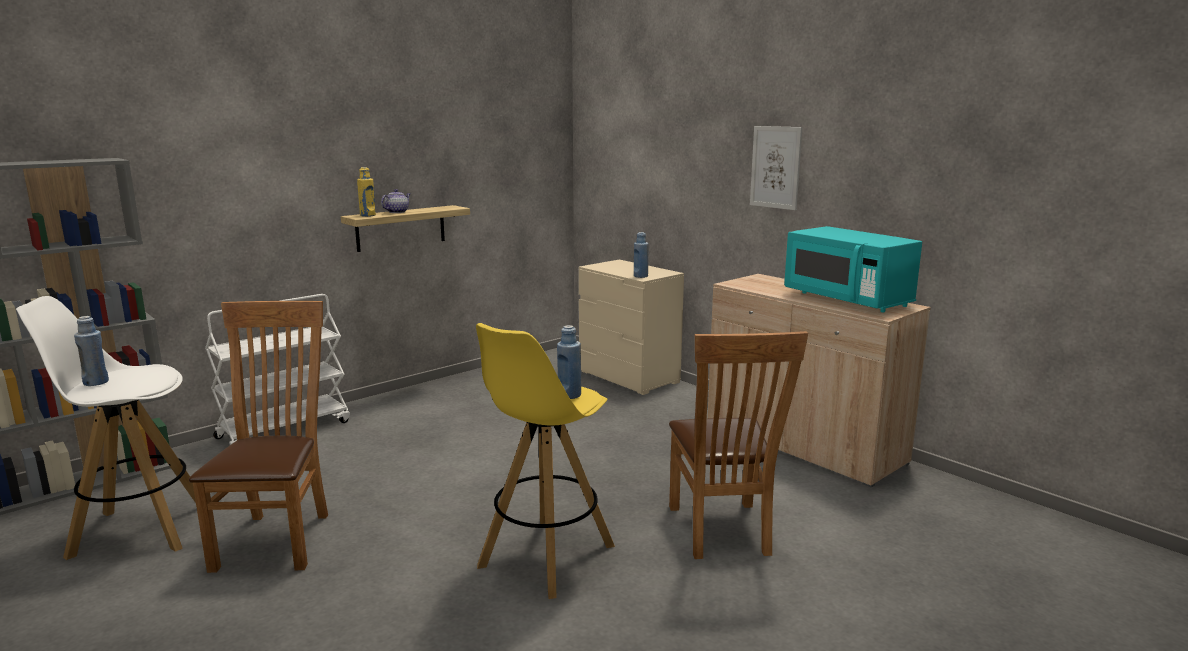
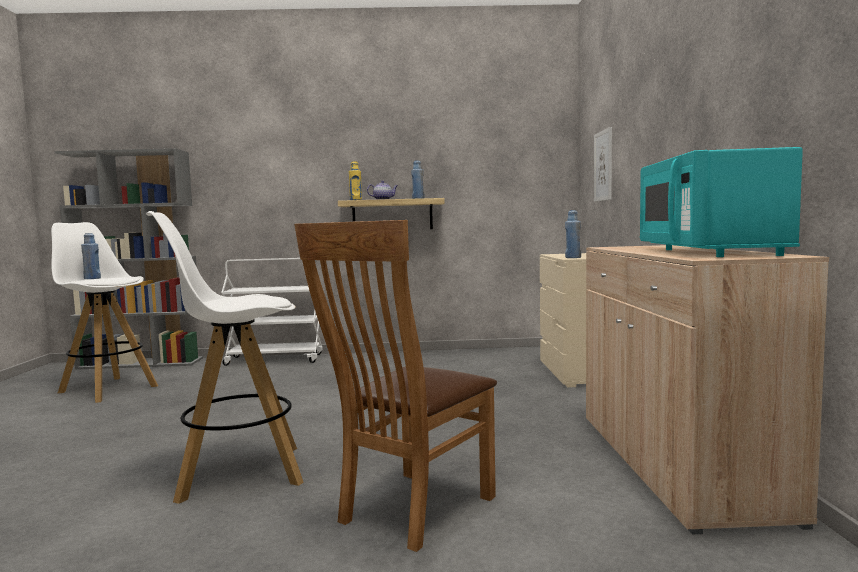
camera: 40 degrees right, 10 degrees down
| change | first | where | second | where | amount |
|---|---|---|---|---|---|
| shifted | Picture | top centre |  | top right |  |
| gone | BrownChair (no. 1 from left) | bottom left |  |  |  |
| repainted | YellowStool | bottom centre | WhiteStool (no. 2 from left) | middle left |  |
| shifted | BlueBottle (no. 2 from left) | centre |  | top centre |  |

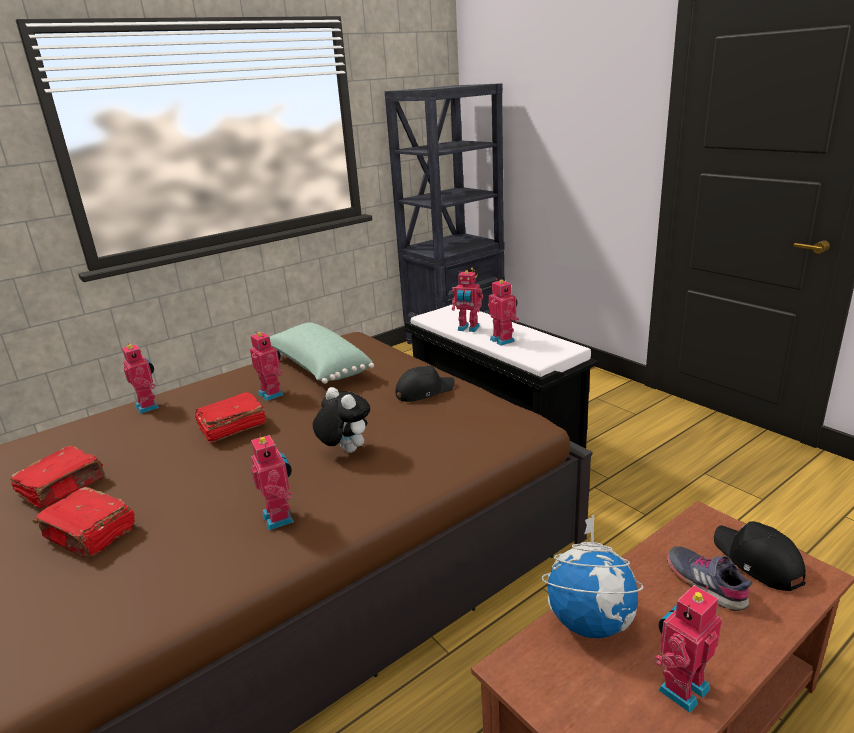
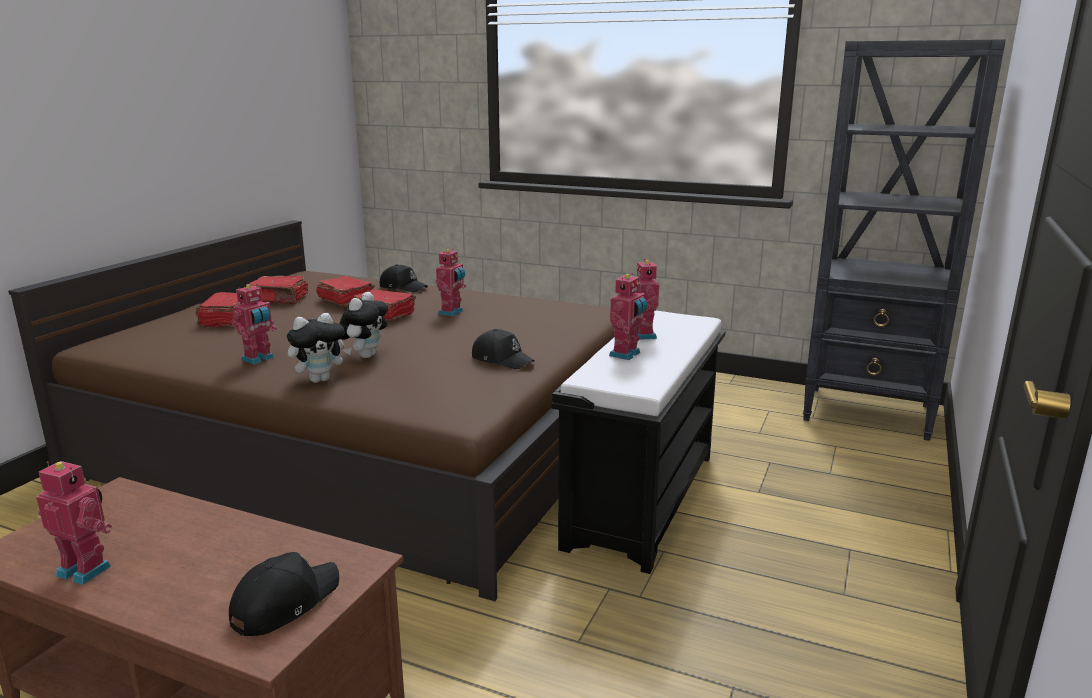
camera: 60 degrees right, 5 degrees down
| change | first | where | second | where | amount |
|---|---|---|---|---|---|
| gone | GreenPillow | centre |  |  |  |
| swapped | ToyRobot (no. 1 from left) | middle left | BlackCap (no. 2 from left) | centre |  |
| gone | Globe | bottom right |  |  |  |
| gone | GreyShoe | bottom right |  |  |  |
| new |  |  | RedBook (no. 3 from left) | middle left |  |
| new |  |  | PlushToy (no. 1 from left) | middle left |  |

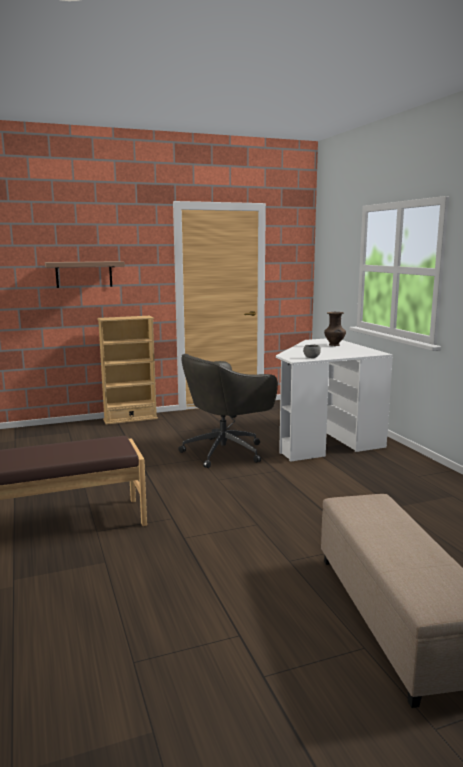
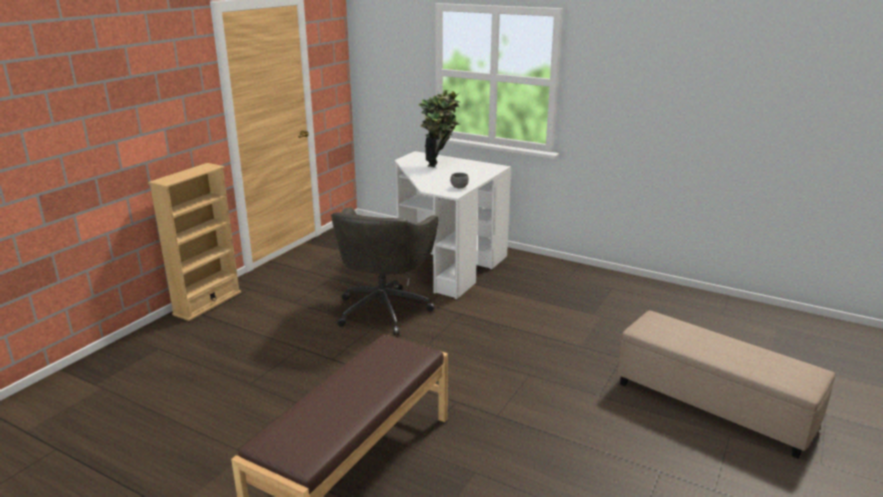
camera: 40 degrees left, 10 degrees up
| change | first | where | second | where | amount |
|---|---|---|---|---|---|
| gone | Shelf | middle left |  |  |  |
| swapped | BrownVase | middle right | PottedPlant | top centre |  |

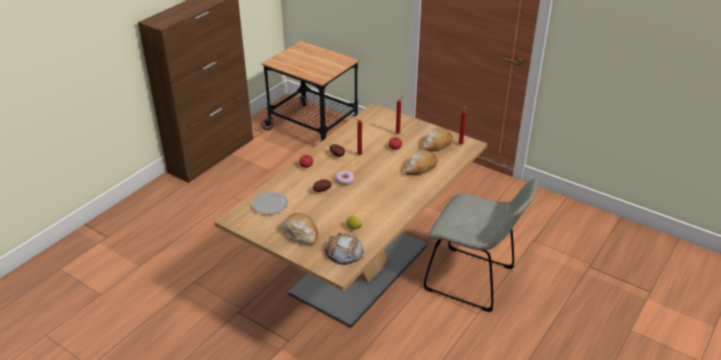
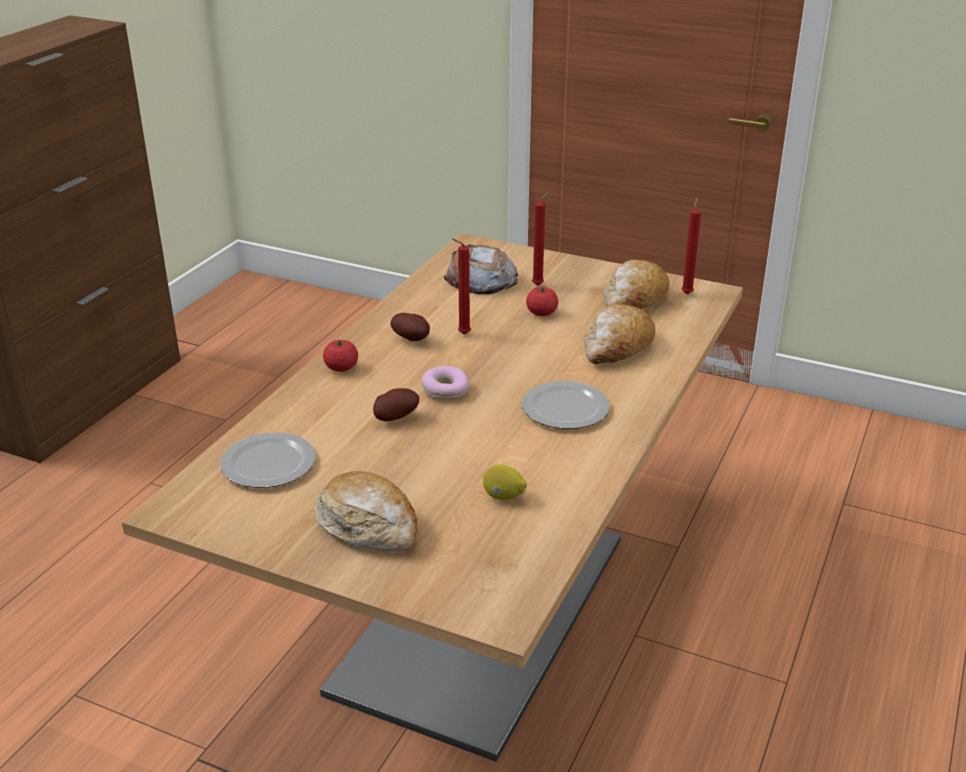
camera: 10 degrees left, 5 degrees down
| change | first | where | second | where | amount |
|---|---|---|---|---|---|
| gone | Cart | top centre |  |  |  |
| gone | GreyChair | bottom centre |  |  |  |
| shifted | Bread (no. 2 from left) | bottom centre |  | centre |  |
| new |  |  | Plate (no. 2 from left) | centre |  |

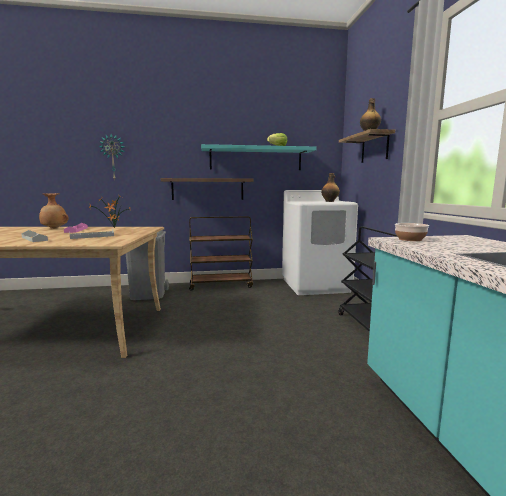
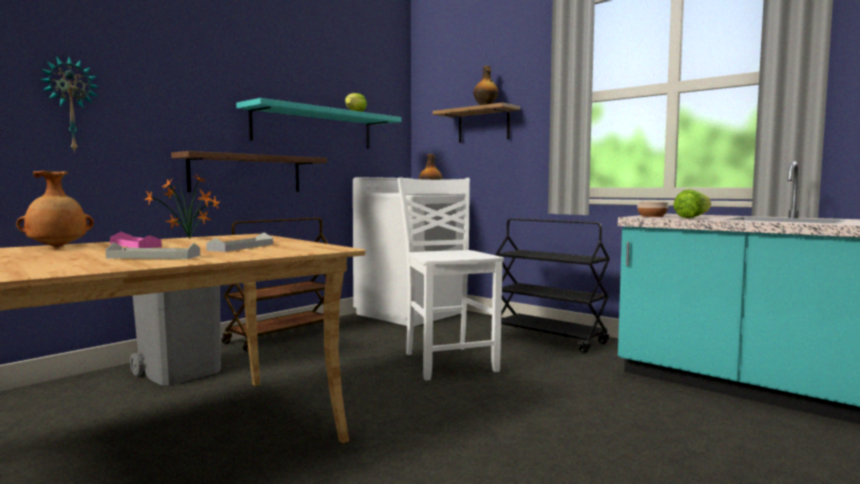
camera: 40 degrees left, 5 degrees down
| change | first | where | second | where | amount |
|---|---|---|---|---|---|
| new |  |  | WhiteChair | centre |  |
| new |  |  | Lettuce (no. 2 from left) | middle right |  |

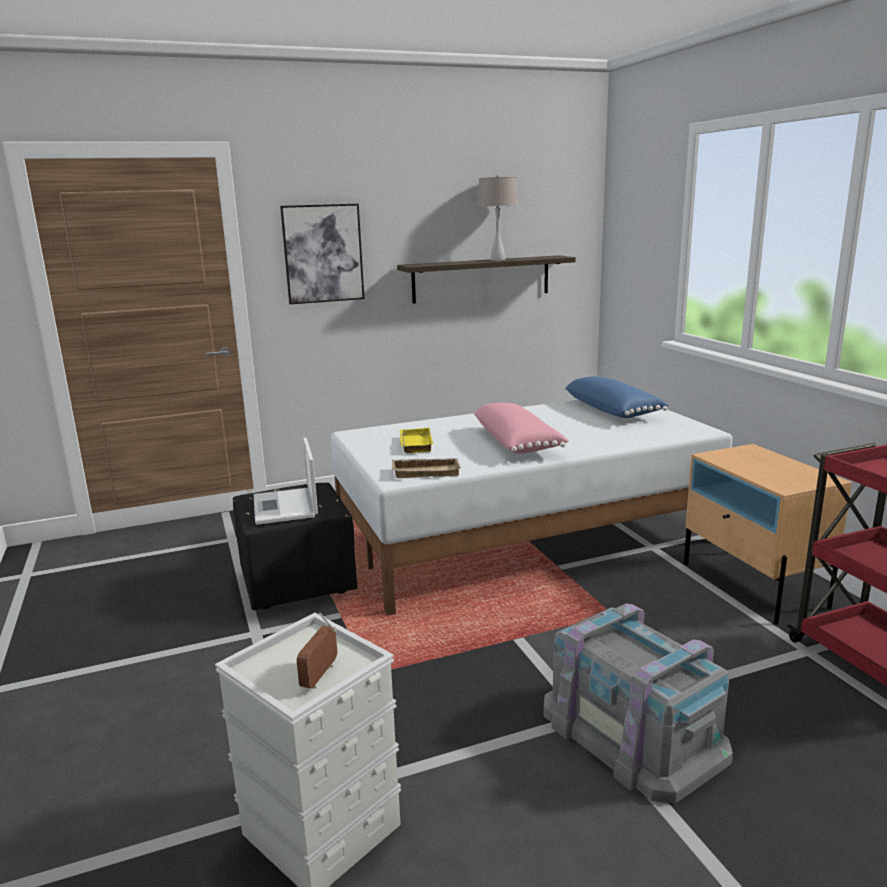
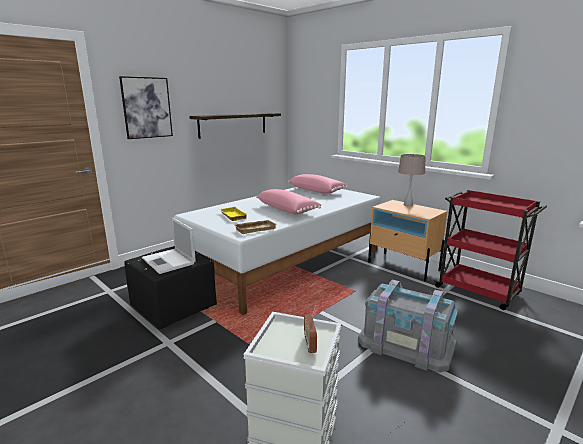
camera: 25 degrees left, 0 degrees up
| change | first | where | second | where | amount |
|---|---|---|---|---|---|
| shifted | BeigeTableLamp | top centre |  | middle right |  |
| repainted | BluePillow | middle right | PinkPillow (no. 2 from left) | centre |  |

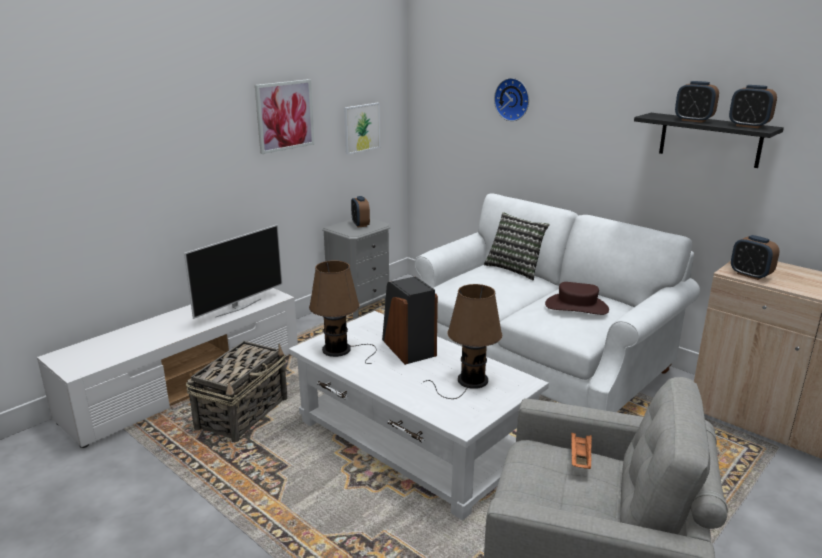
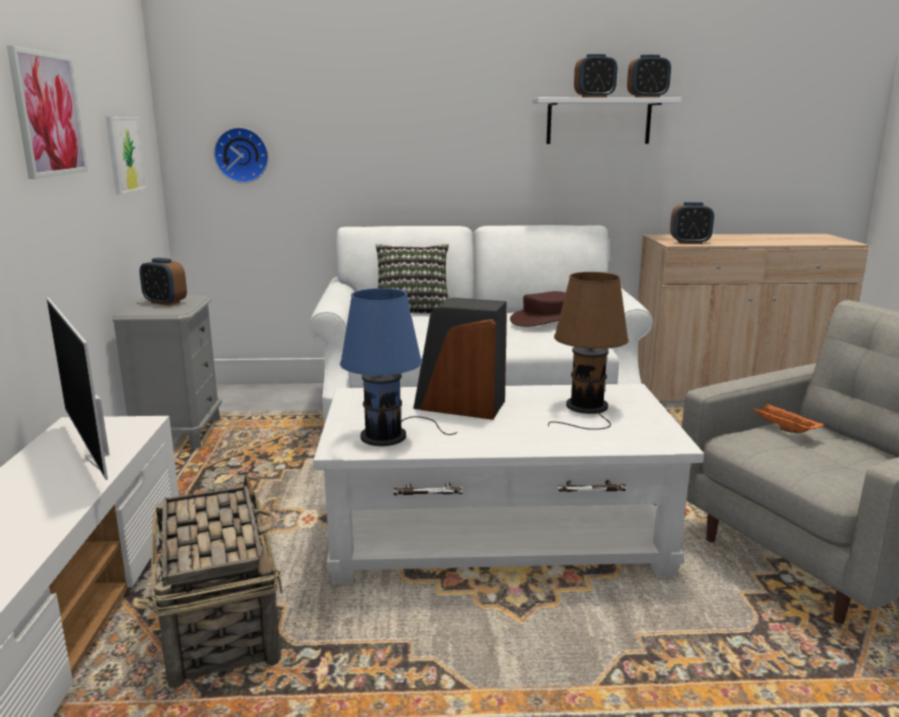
camera: 45 degrees left, 5 degrees down
| change | first | where | second | where | amount |
|---|---|---|---|---|---|
| shifted | WallClock | top centre |  | top left |  |
| repainted | BlackShelf | top right | WhiteShelf | top right |  |
| rotated | Television | middle left |  | middle left | 150 degrees clockwise |
| repainted | BrownTableLamp (no. 1 from left) | centre | BlueTableLamp | centre |  |

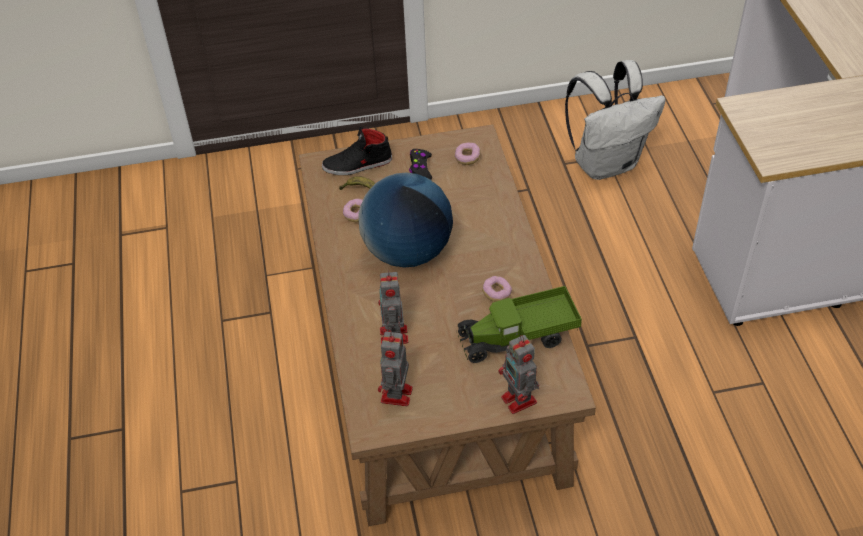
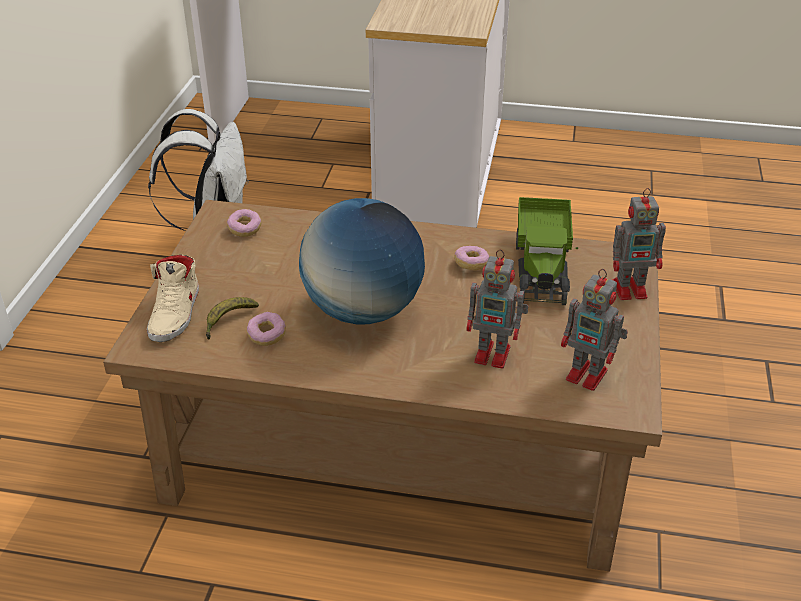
camera: 70 degrees left, 10 degrees down
| change | first | where | second | where | amount |
|---|---|---|---|---|---|
| repainted | BlackShoe | top centre | BeigeShoe | middle left |  |
| gone | BlackGameController | top centre |  |  |  |

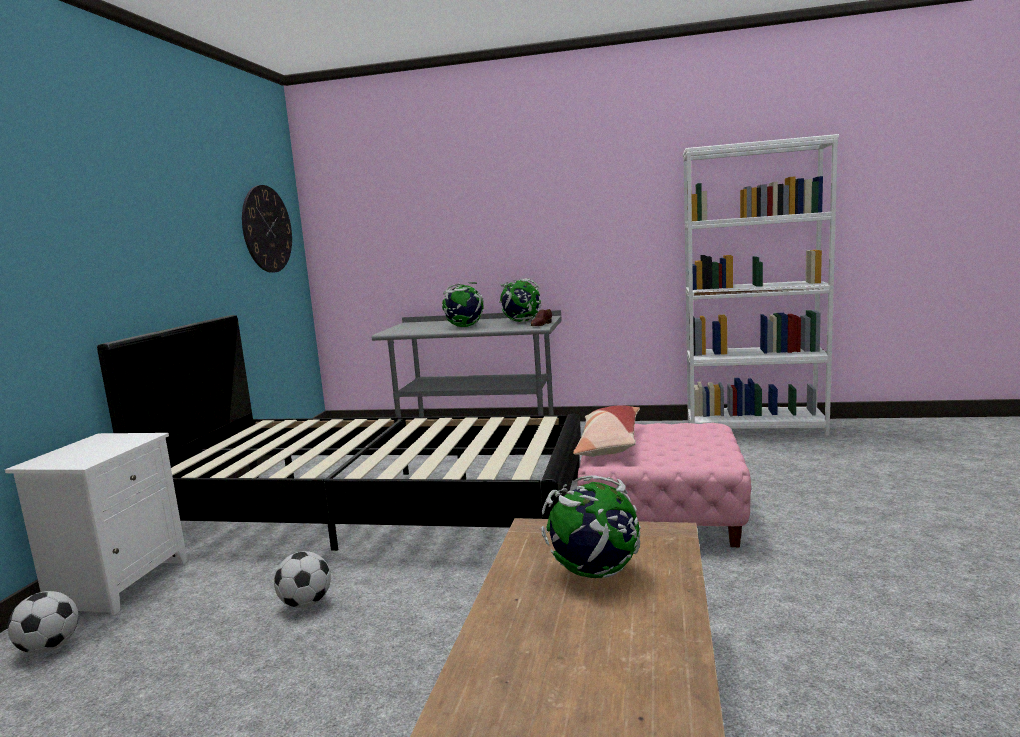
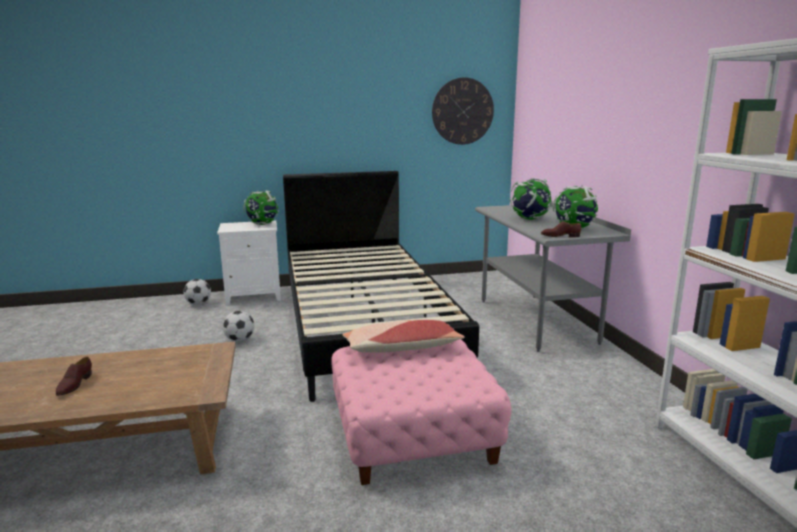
camera: 65 degrees right, 5 degrees up
| change | first | where | second | where | amount |
|---|---|---|---|---|---|
| shifted | Globe (no. 3 from left in the first image) | bottom centre | Globe (no. 1 from left) | middle left |  |
| new |  |  | BrownShoe (no. 1 from left) | bottom left |  |

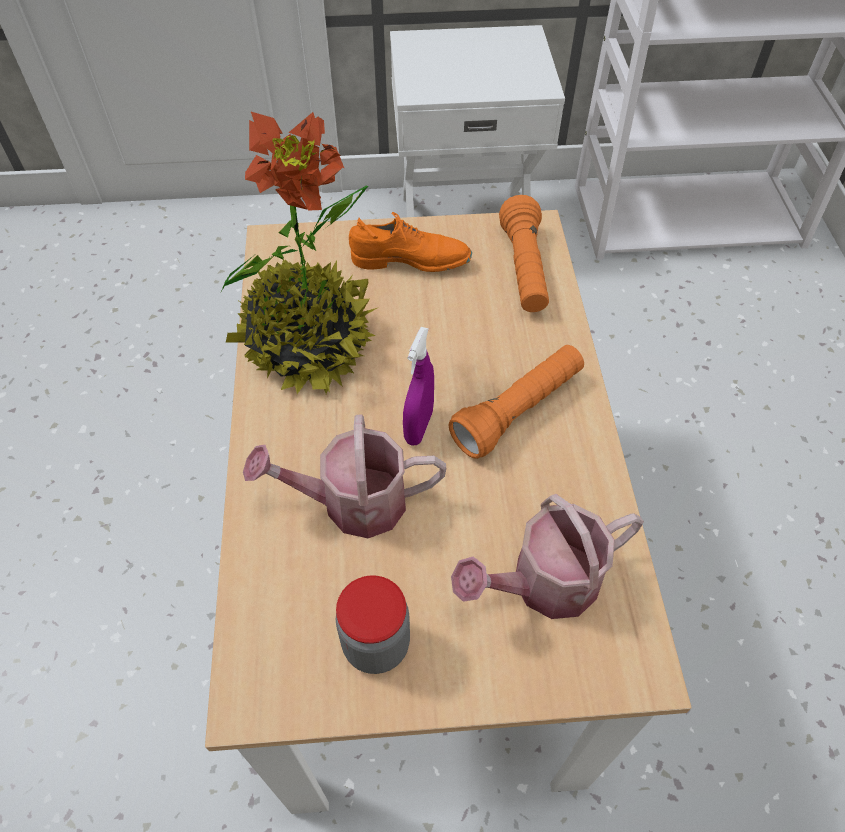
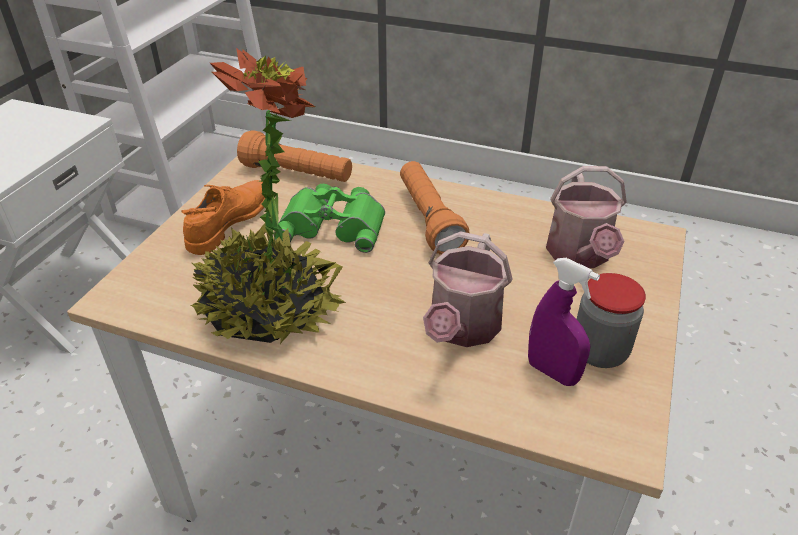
camera: 65 degrees left, 15 degrees down
| change | first | where | second | where | amount |
|---|---|---|---|---|---|
| shifted | PurpleSprayBottle | centre |  | middle right |  |
| new |  |  | GreenBinoculars | centre |  |

